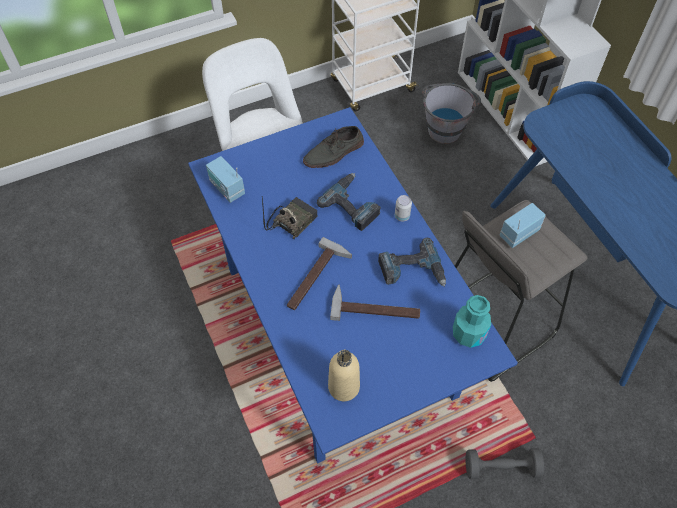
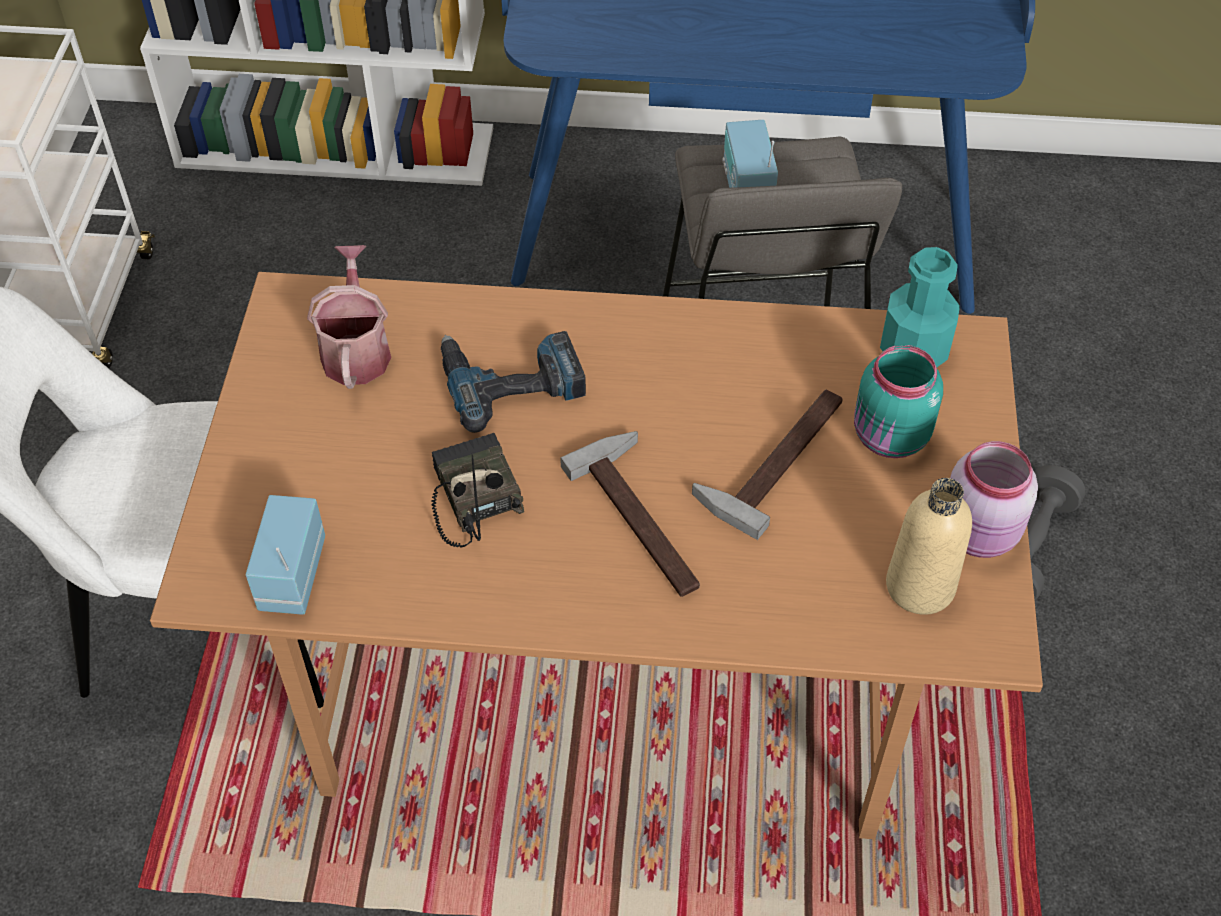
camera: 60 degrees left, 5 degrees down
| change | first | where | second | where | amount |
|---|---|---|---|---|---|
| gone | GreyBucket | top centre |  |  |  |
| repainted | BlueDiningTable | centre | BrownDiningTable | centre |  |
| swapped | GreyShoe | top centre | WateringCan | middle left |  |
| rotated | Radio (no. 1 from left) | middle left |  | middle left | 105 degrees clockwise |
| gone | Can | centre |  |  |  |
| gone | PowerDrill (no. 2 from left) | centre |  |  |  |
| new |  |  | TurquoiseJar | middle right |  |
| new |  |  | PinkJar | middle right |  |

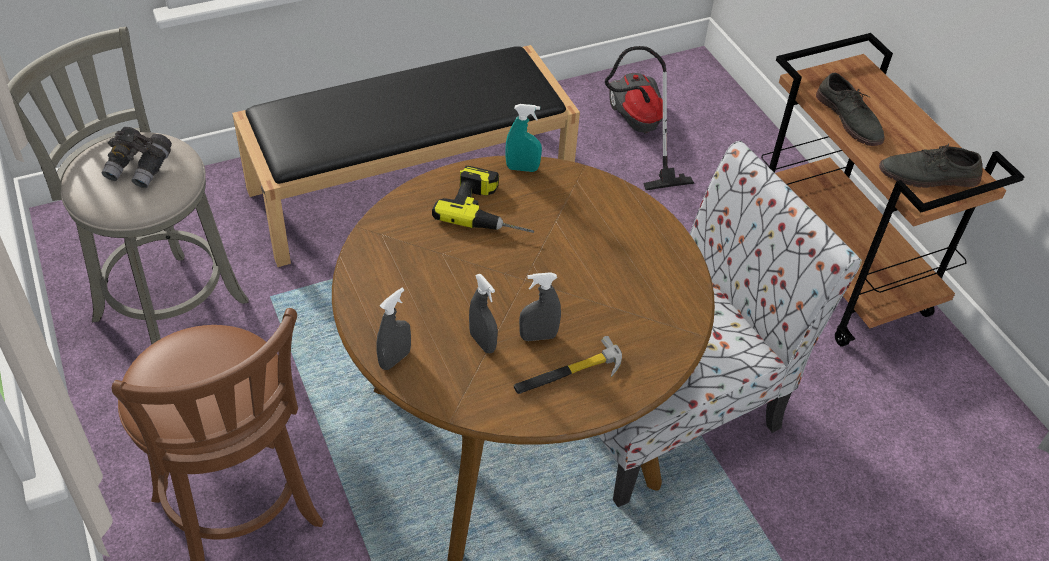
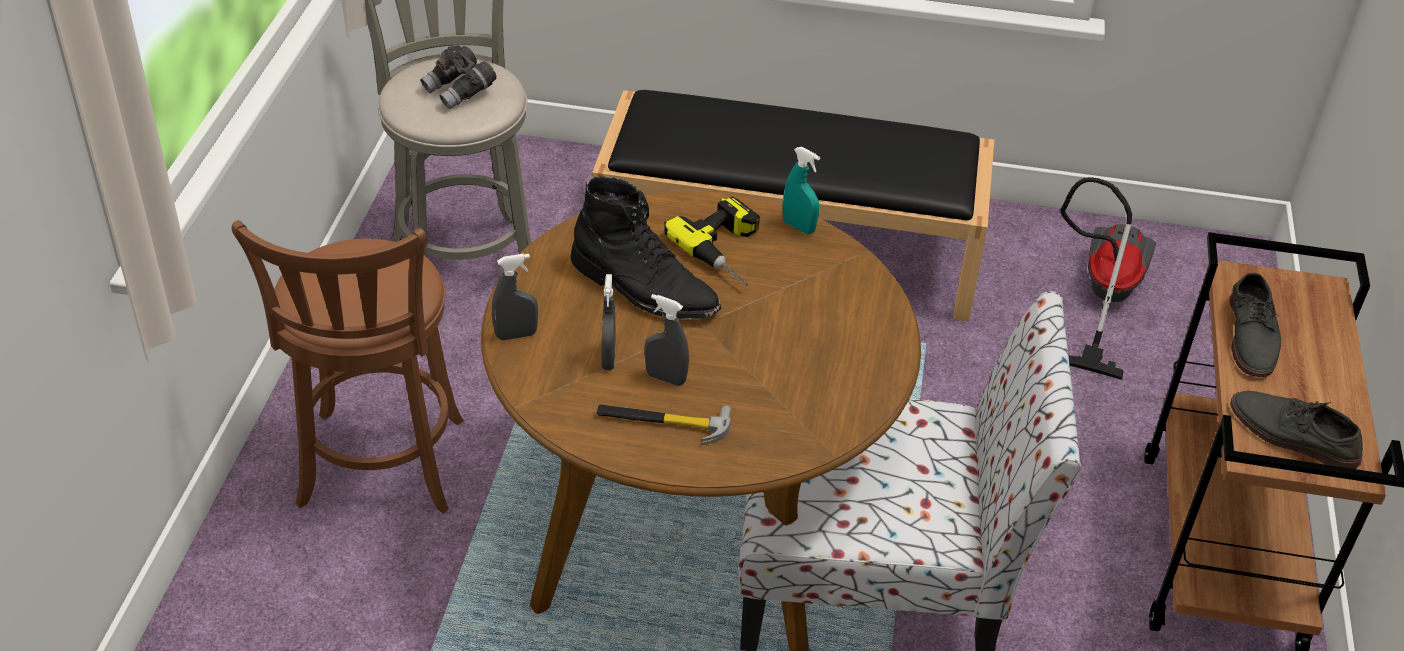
camera: 35 degrees right, 5 degrees down
| change | first | where | second | where | amount |
|---|---|---|---|---|---|
| new |  |  | BlackBoot | centre |  |

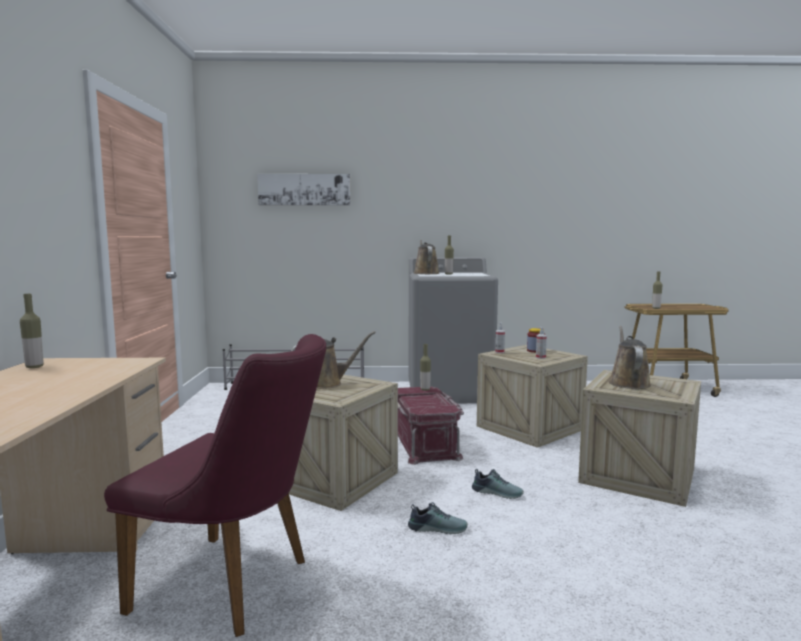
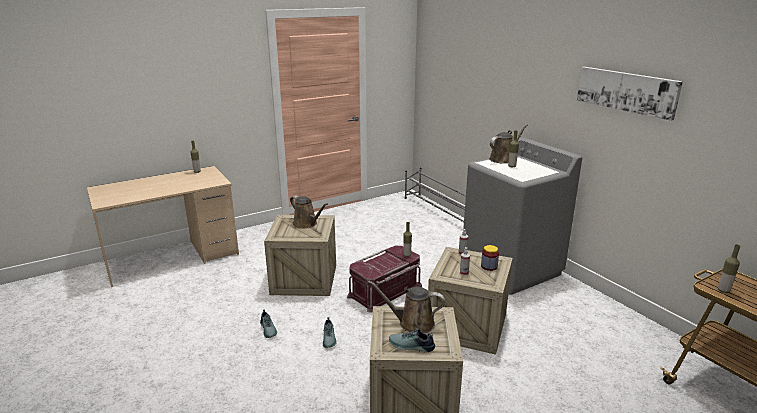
camera: 60 degrees right, 15 degrees up
| change | first | where | second | where | amount |
|---|---|---|---|---|---|
| shifted | Picture | top centre |  | top right |  |
| rotated | BrownWateringCan (no. 3 from left in the first image) | middle right | BrownWateringCan (no. 2 from left) | bottom centre | 150 degrees counterclockwise |
| gone | PurpleChair | bottom left |  |  |  |
| new |  |  | Shoe (no. 3 from left) | bottom centre |  |

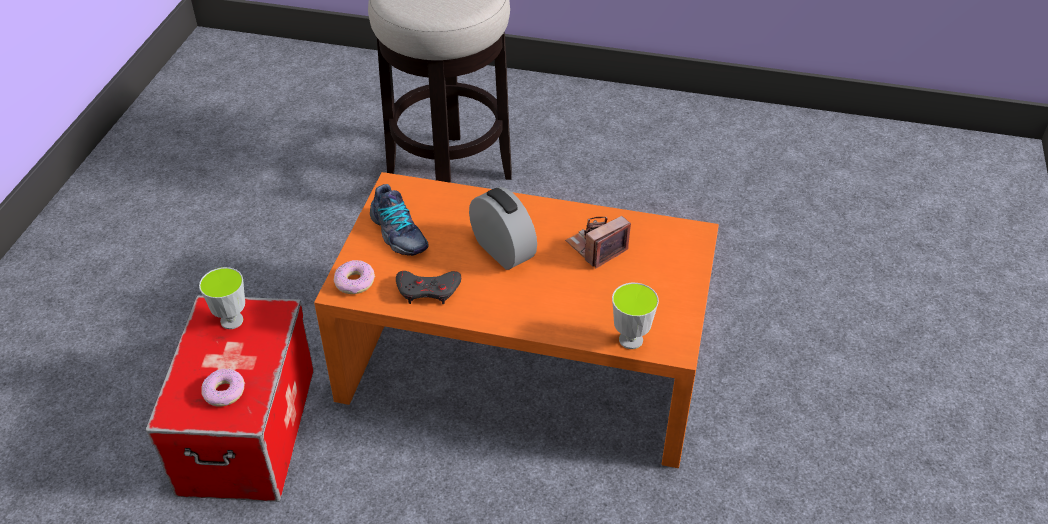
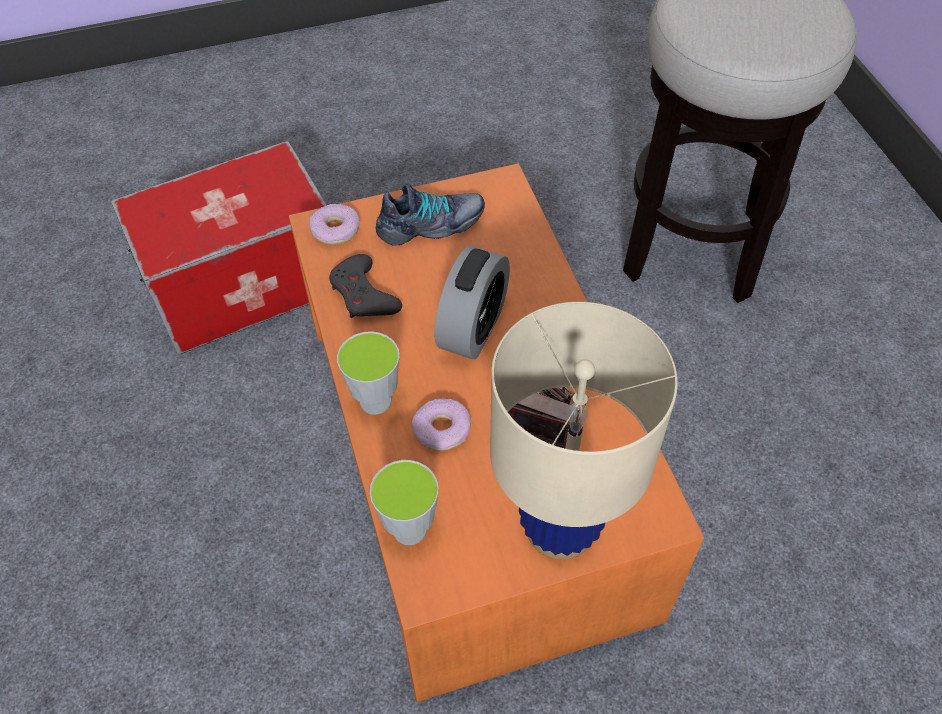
camera: 60 degrees right, 10 degrees up
| change | first | where | second | where | amount |
|---|---|---|---|---|---|
| rotated | Shoe | centre |  | top centre | 135 degrees counterclockwise |
| shifted | Cup (no. 1 from left) | middle left |  | centre |  |
| shifted | Donut (no. 1 from left in the first image) | bottom left | Donut (no. 2 from left) | centre |  |
| new |  |  | BeigeTableLamp | centre |  |

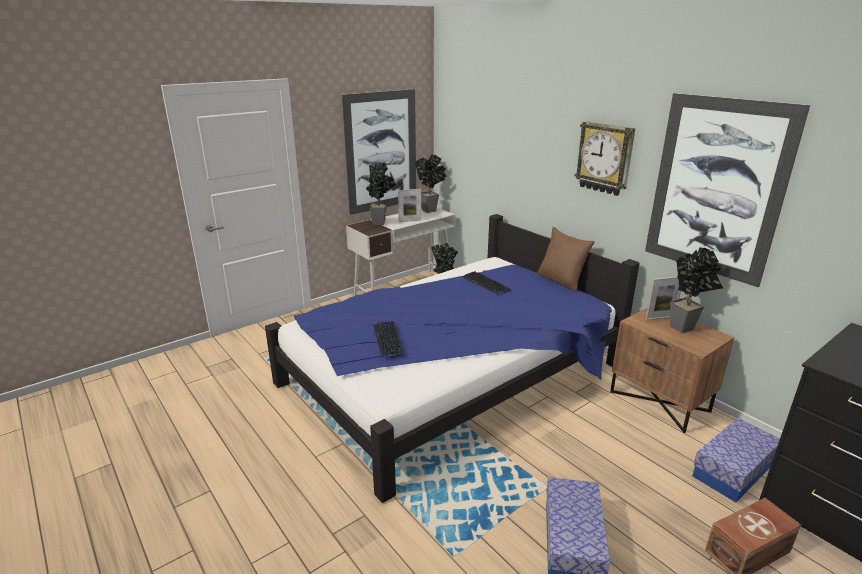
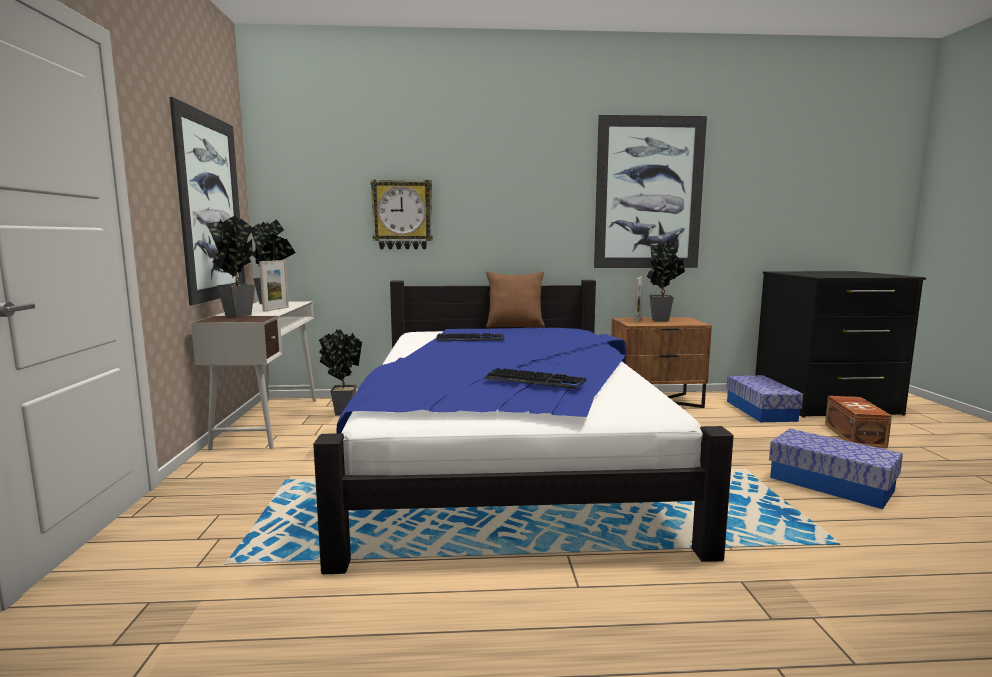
camera: 55 degrees left, 15 degrees down
| change | first | where | second | where | amount |
|---|---|---|---|---|---|
| shifted | WallClock | top right |  | top centre |  |

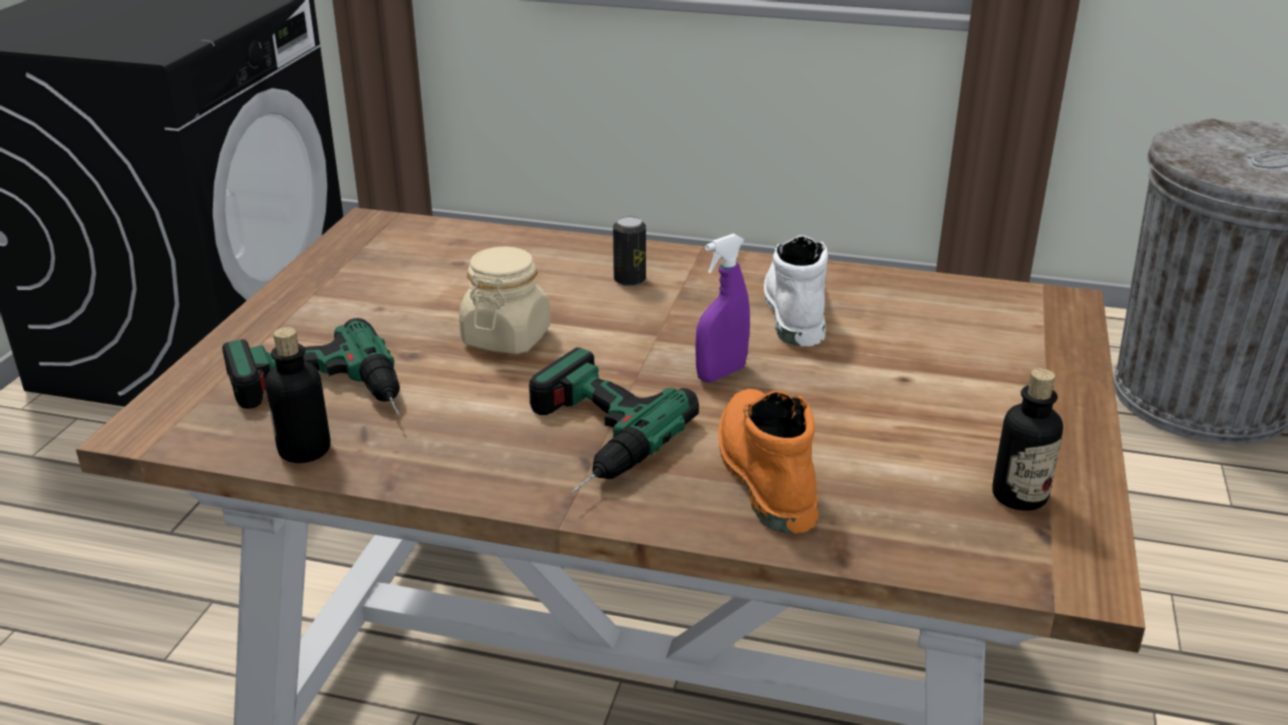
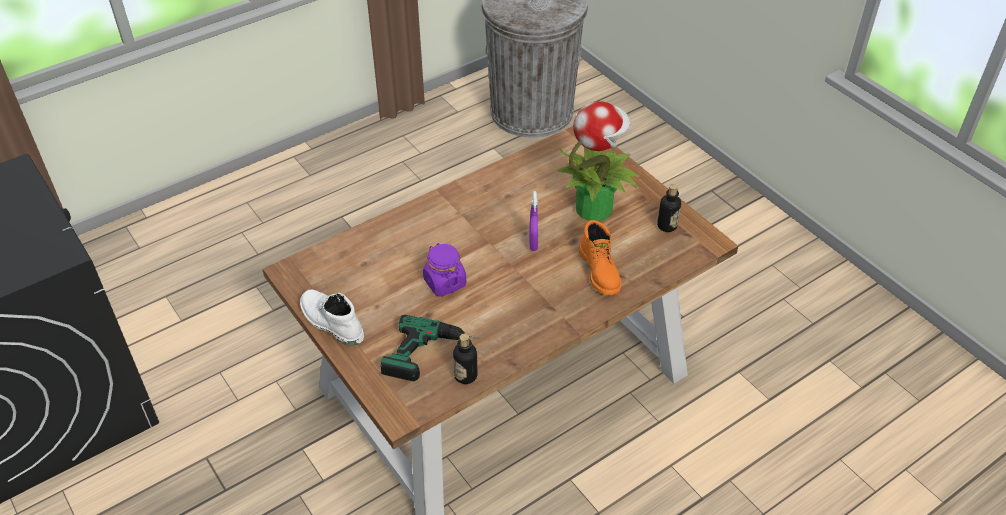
camera: 50 degrees left, 15 degrees up
| change | first | where | second | where | amount |
|---|---|---|---|---|---|
| gone | Can | centre |  |  |  |
| shifted | WhiteBoot | centre |  | middle left |  |
| repainted | BeigeJar | centre | PurpleJar | centre |  |
| gone | PowerDrill (no. 2 from left) | centre |  |  |  |
| rotated | OrangeBoot | centre |  | centre | 135 degrees counterclockwise |
| new |  |  | PottedPlant | top centre |  |

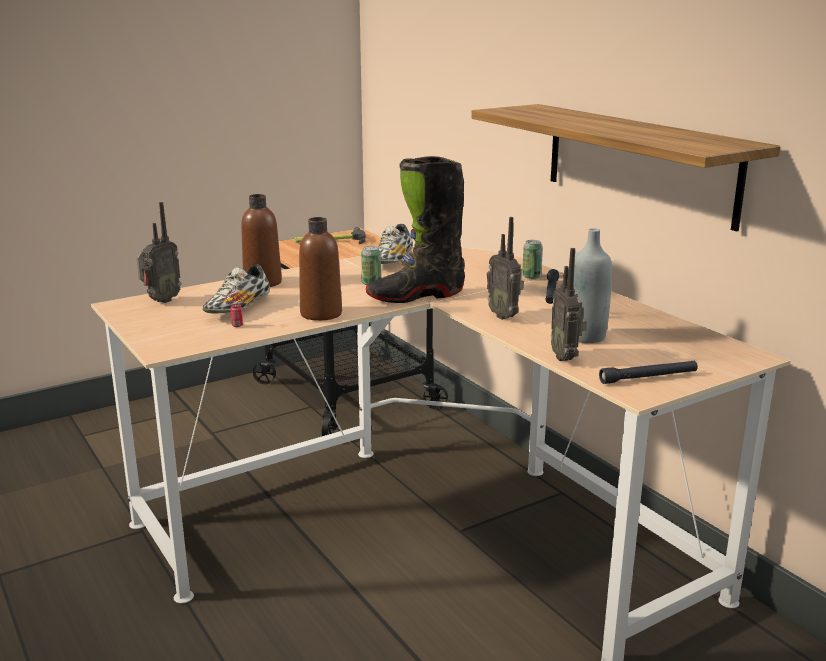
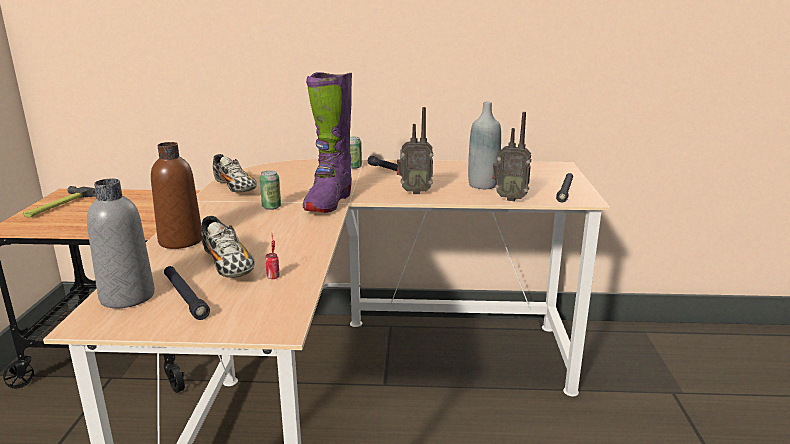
camera: 55 degrees left, 0 degrees up
| change | first | where | second | where | amount |
|---|---|---|---|---|---|
| gone | Shelf | top right |  |  |  |
| repainted | BlackBoot | centre | PurpleBoot | top centre |  |
| swapped | Radio (no. 1 from left) | middle left | GreyBottle (no. 1 from left) | middle left |  |
| gone | BrownBottle (no. 2 from left) | centre |  |  |  |
| new |  |  | BlackFlashlight (no. 1 from left) | middle left |  |

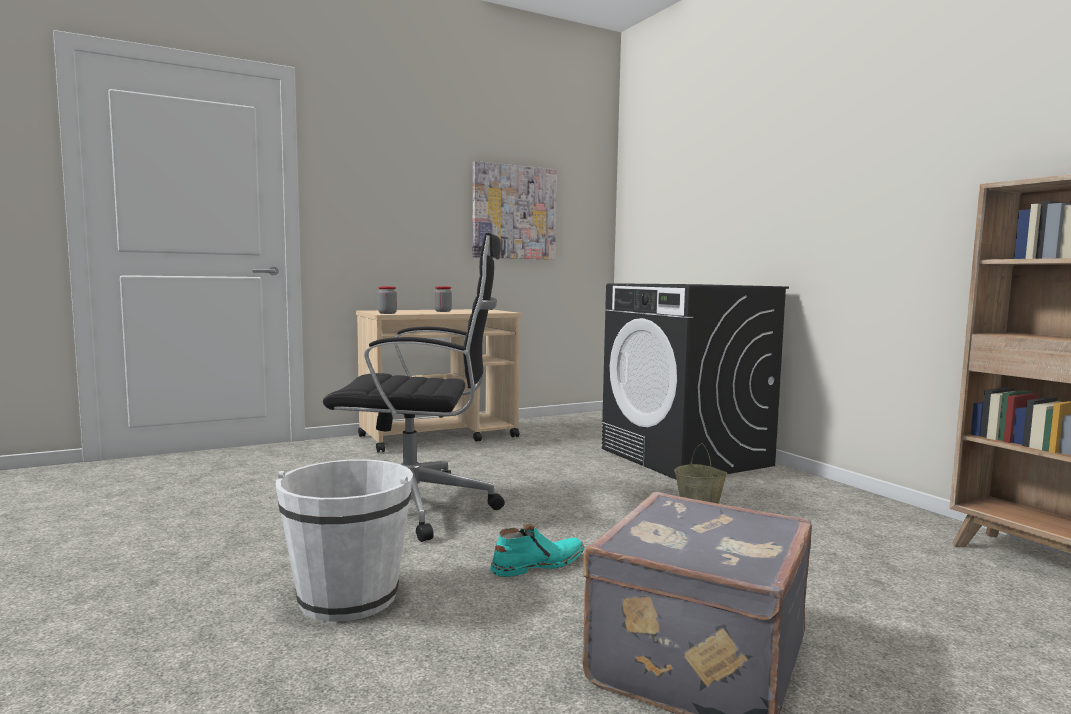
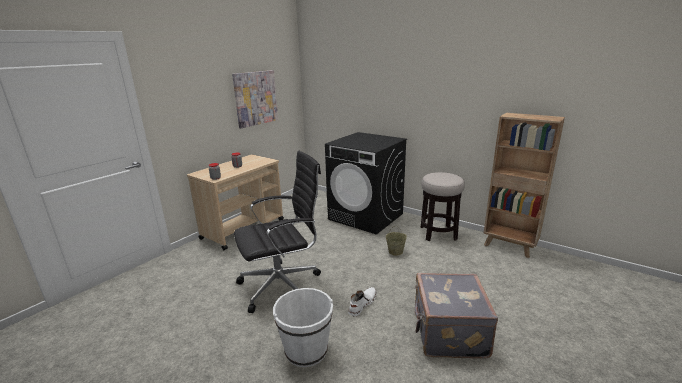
camera: 25 degrees left, 15 degrees up
| change | first | where | second | where | amount |
|---|---|---|---|---|---|
| repainted | TurquoiseBoot | bottom centre | WhiteBoot | bottom centre |  |
| new |  |  | Stool | centre |  |

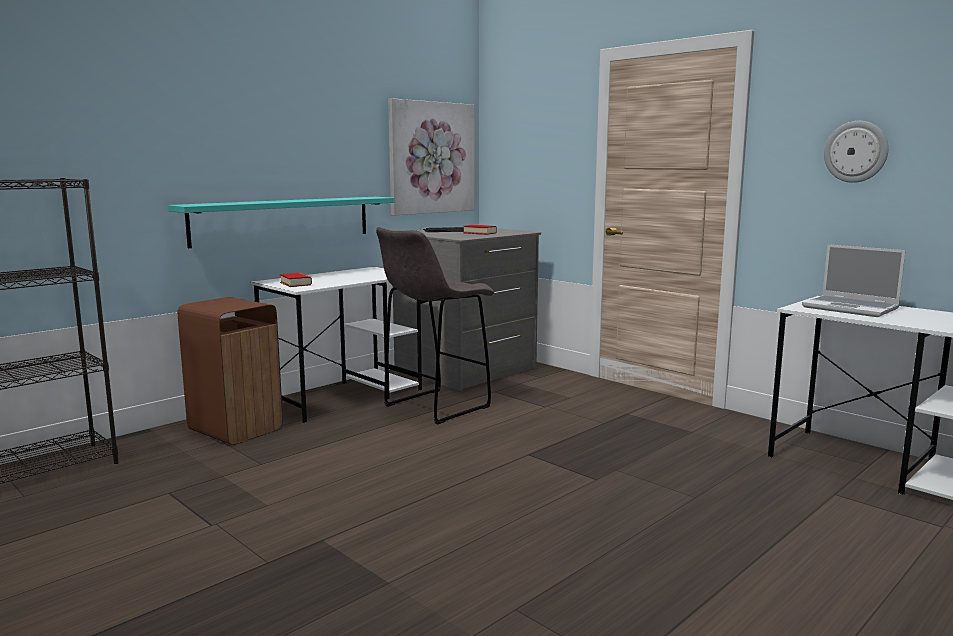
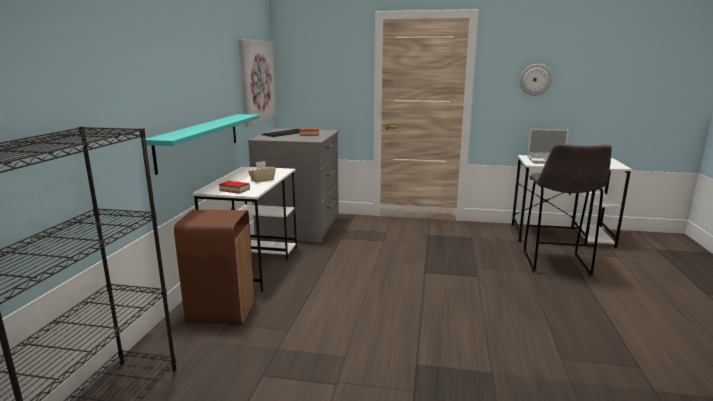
camera: 35 degrees left, 5 degrees up
| change | first | where | second | where | amount |
|---|---|---|---|---|---|
| shifted | GreyStool | centre |  | middle right |  |
| new |  |  | BeigeTissueBox | centre |  |

